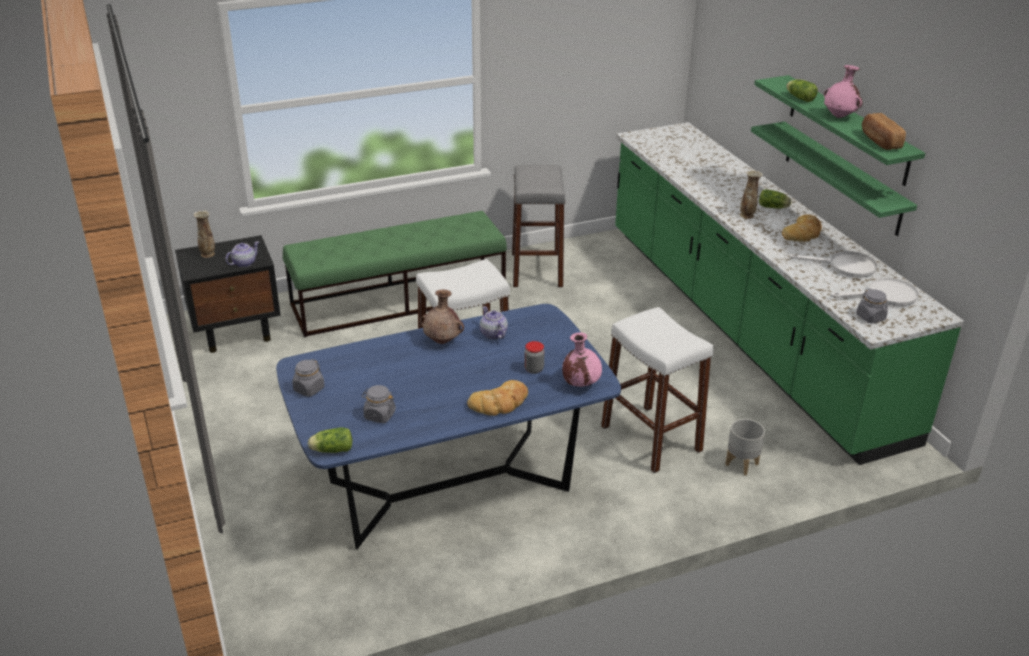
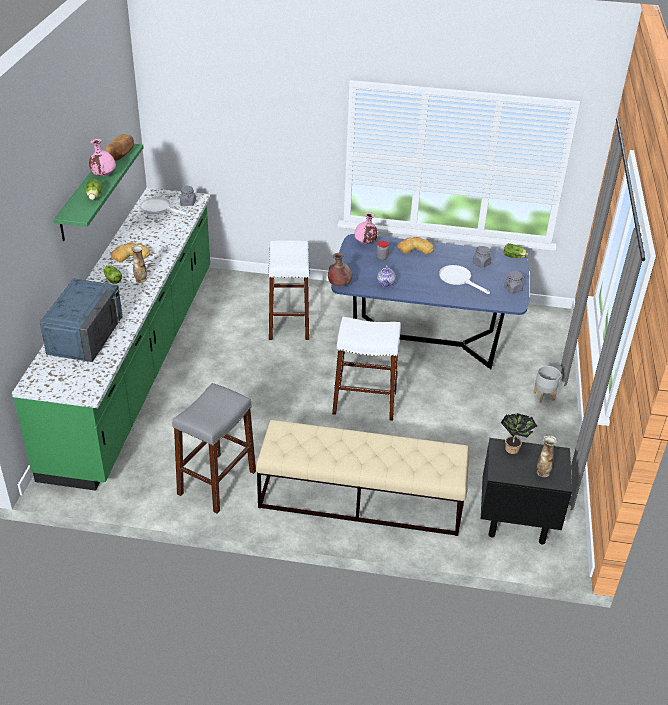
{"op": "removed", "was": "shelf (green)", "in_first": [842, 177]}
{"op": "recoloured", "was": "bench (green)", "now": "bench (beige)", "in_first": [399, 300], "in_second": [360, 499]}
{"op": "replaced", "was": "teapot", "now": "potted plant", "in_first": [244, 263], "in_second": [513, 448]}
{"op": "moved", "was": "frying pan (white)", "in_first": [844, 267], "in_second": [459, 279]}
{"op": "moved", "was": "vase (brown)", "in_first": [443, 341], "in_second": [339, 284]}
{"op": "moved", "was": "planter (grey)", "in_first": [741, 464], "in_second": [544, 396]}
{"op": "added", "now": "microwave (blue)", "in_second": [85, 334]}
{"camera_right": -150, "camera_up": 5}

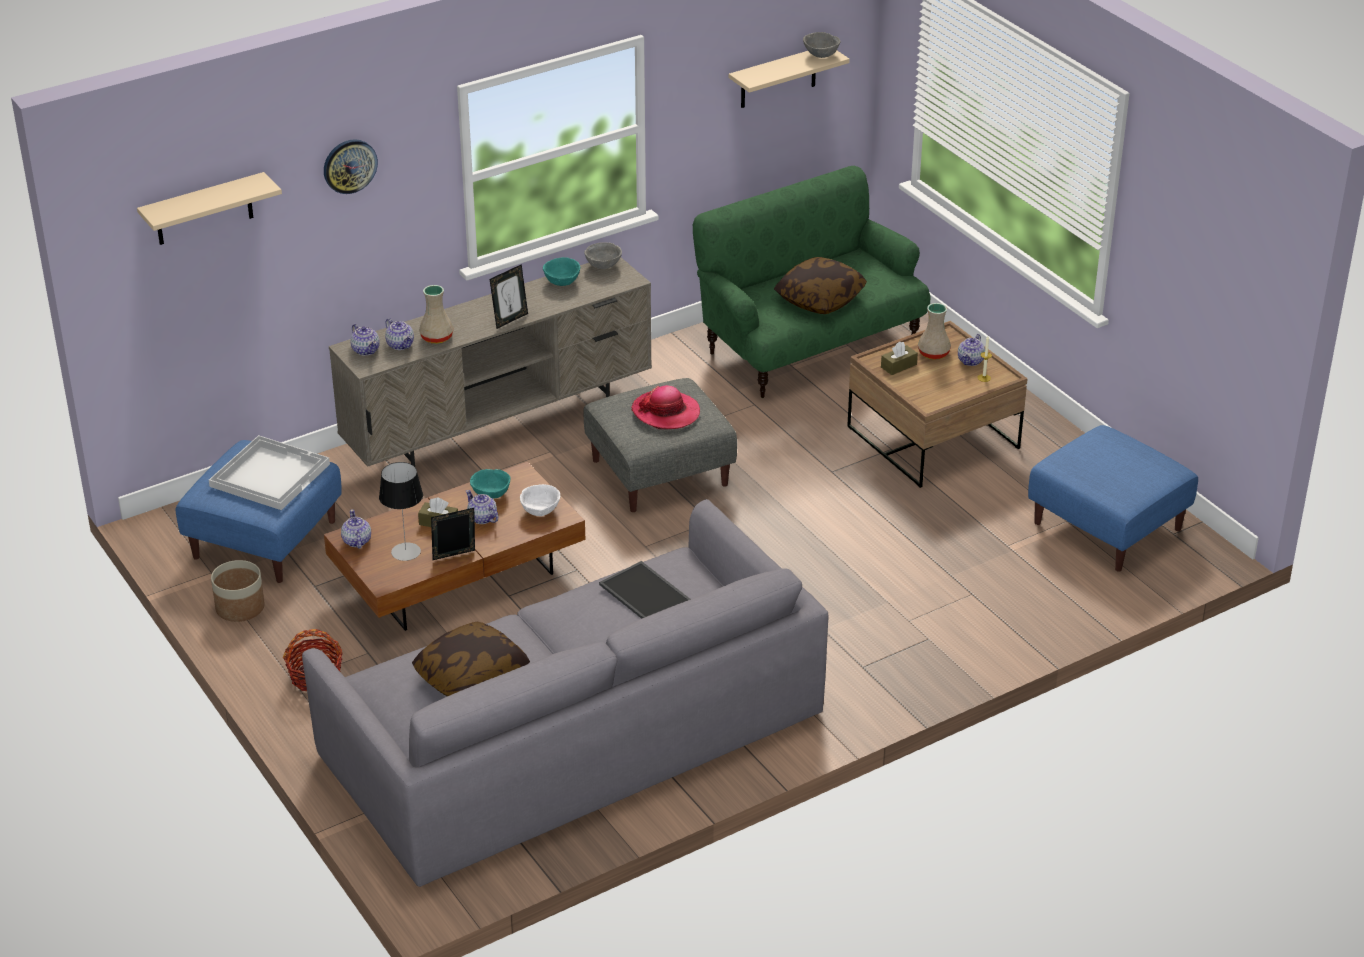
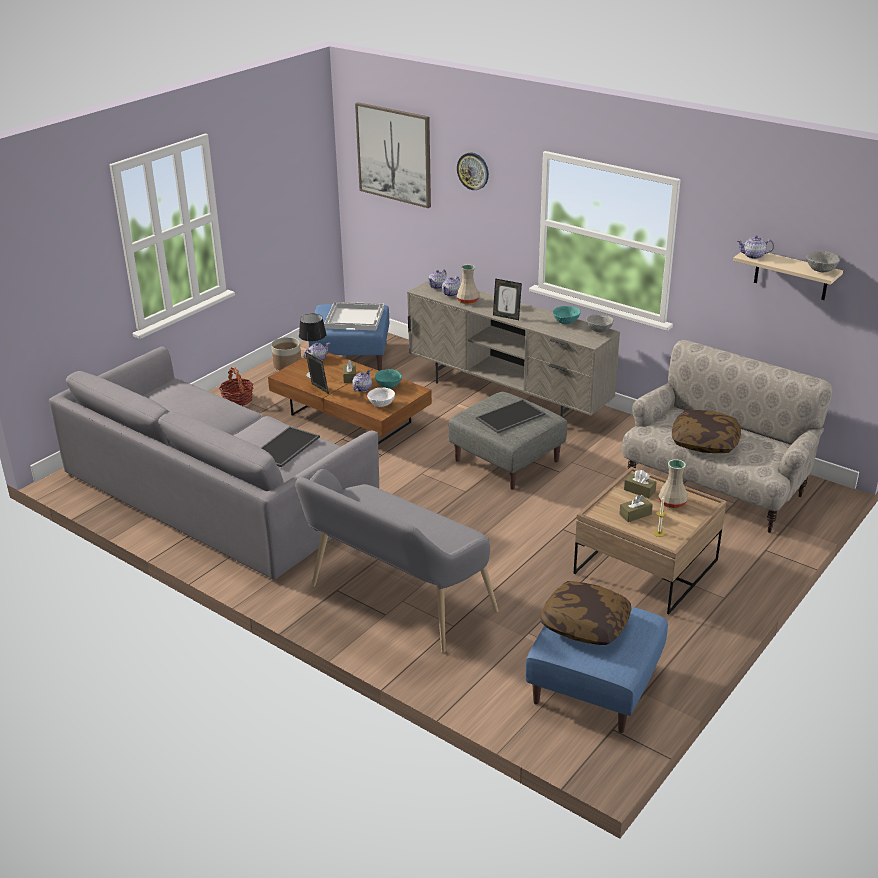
{"op": "recoloured", "was": "sofa (green)", "now": "sofa (beige)", "in_first": [809, 346], "in_second": [716, 486]}
{"op": "replaced", "was": "shelf (beige)", "now": "picture", "in_first": [203, 210], "in_second": [394, 154]}
{"op": "moved", "was": "teapot", "in_first": [971, 361], "in_second": [753, 256]}
{"op": "replaced", "was": "hat", "now": "tray", "in_first": [666, 412], "in_second": [510, 417]}
{"op": "moved", "was": "pillow", "in_first": [471, 677], "in_second": [585, 625]}
{"op": "added", "now": "bench (grey)", "in_second": [394, 601]}
{"op": "added", "now": "tissue box (brown)", "in_second": [635, 514]}
{"camera_right": 70, "camera_up": -5}

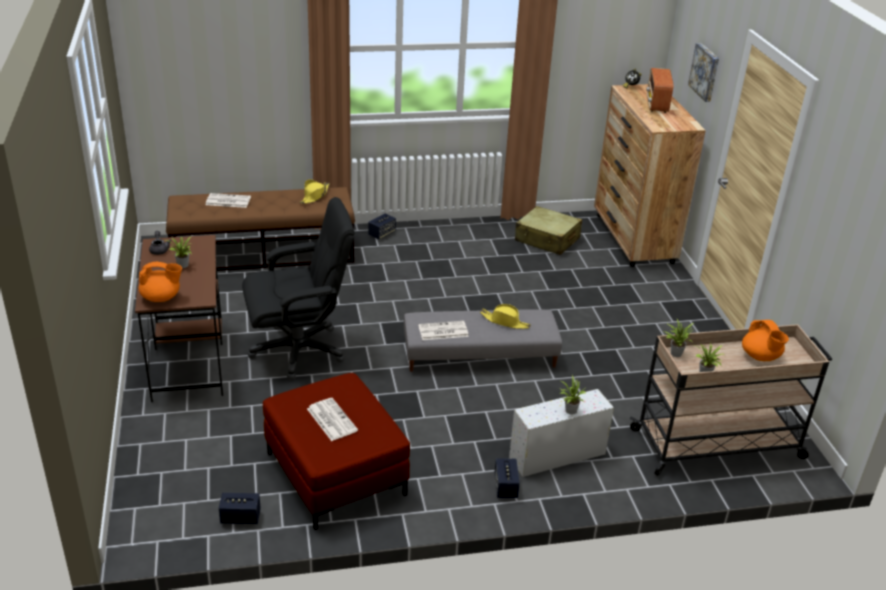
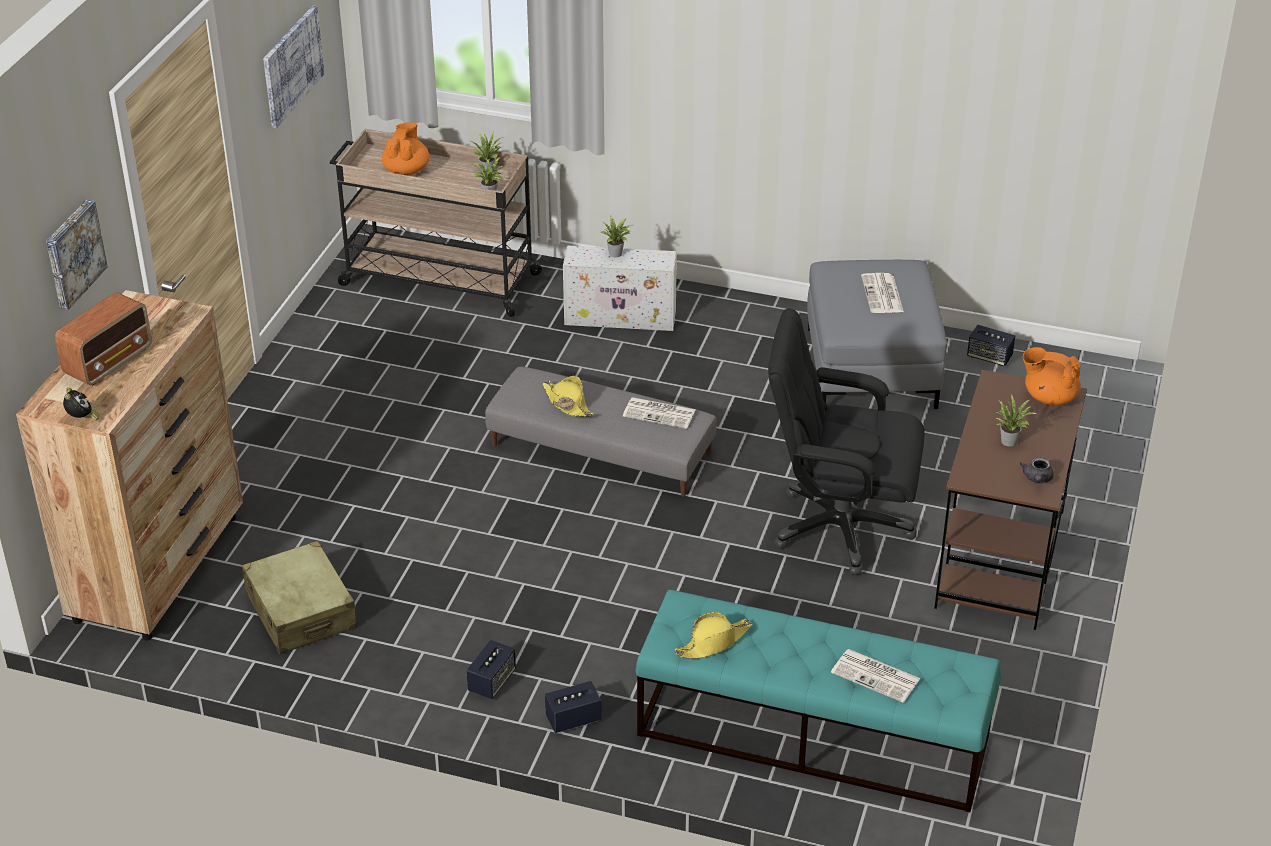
{"op": "recoloured", "was": "bench (brown)", "now": "bench (turquoise)", "in_first": [264, 254], "in_second": [811, 736]}
{"op": "recoloured", "was": "ottoman (red)", "now": "ottoman (grey)", "in_first": [334, 473], "in_second": [872, 368]}
{"op": "moved", "was": "speaker", "in_first": [505, 487], "in_second": [492, 681]}
{"op": "added", "now": "picture", "in_second": [292, 65]}
{"camera_right": -150, "camera_up": 5}

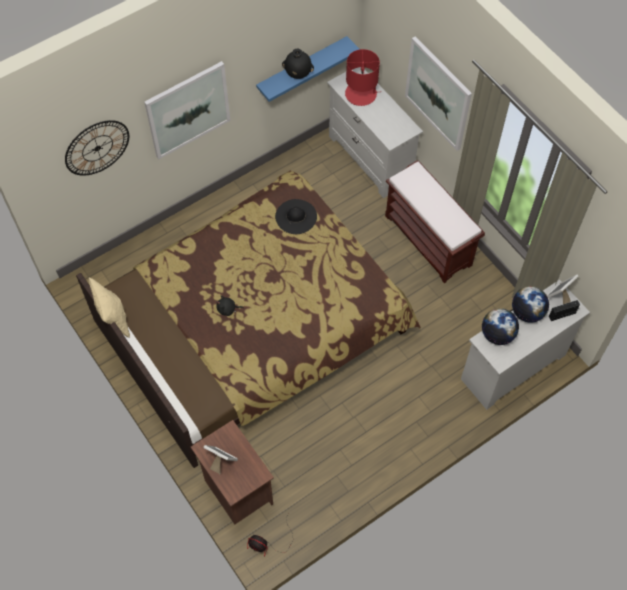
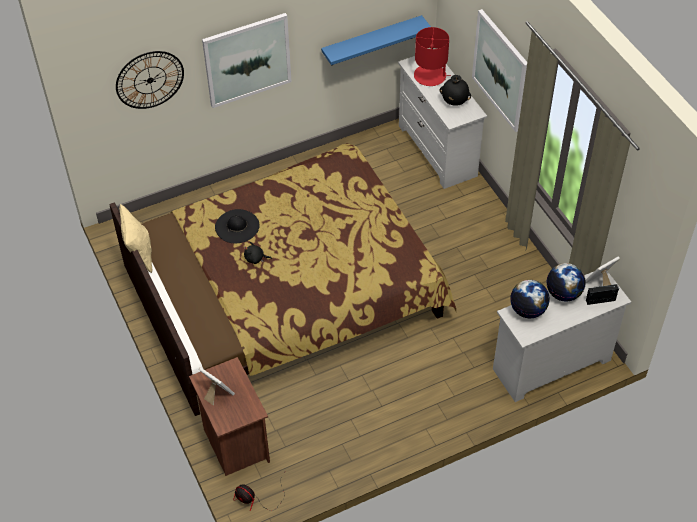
{"op": "moved", "was": "vase (black)", "in_first": [297, 74], "in_second": [454, 102]}
{"op": "removed", "was": "bench (brown)", "in_first": [429, 240]}
{"op": "moved", "was": "hat (black)", "in_first": [296, 216], "in_second": [237, 226]}
{"camera_right": 10, "camera_up": -10}

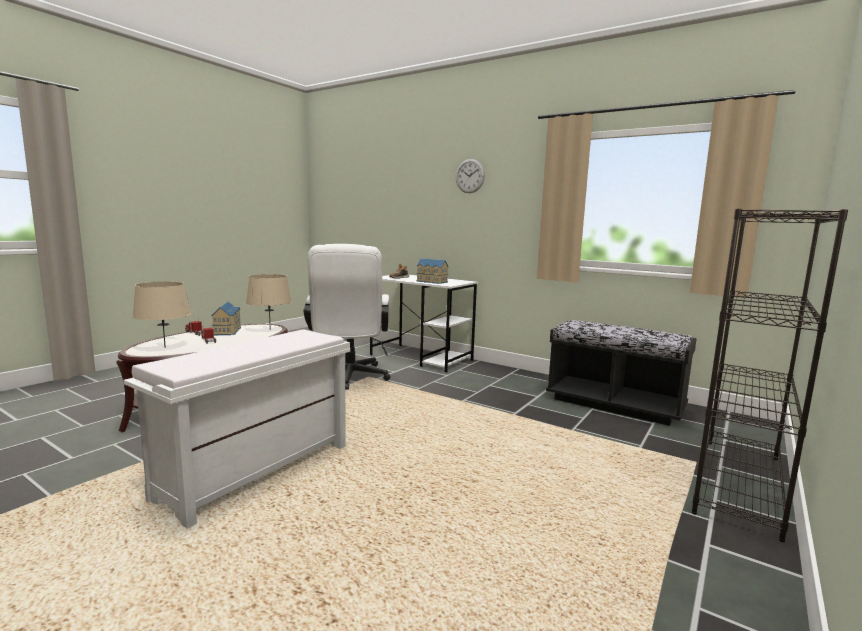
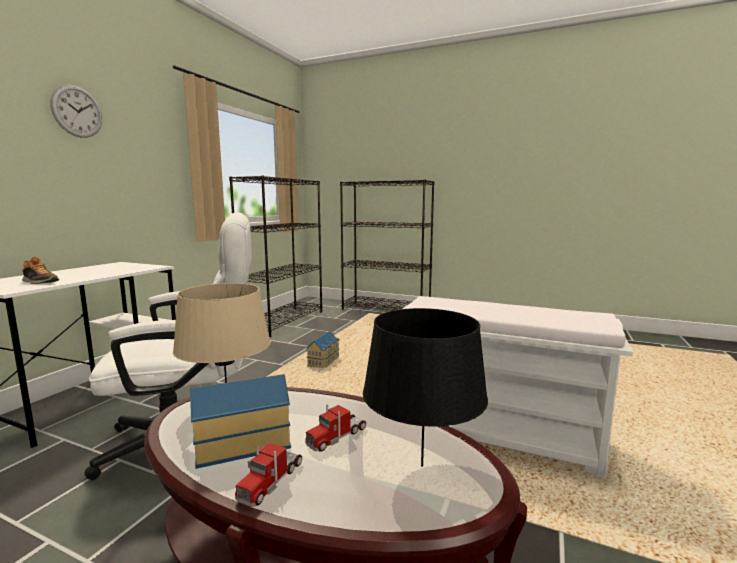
{"op": "moved", "was": "toy house", "in_first": [431, 281], "in_second": [324, 361]}
{"op": "recoloured", "was": "table lamp (beige)", "now": "table lamp (black)", "in_first": [165, 347], "in_second": [421, 466]}
{"op": "replaced", "was": "bench (black)", "now": "bookcase (black)", "in_first": [614, 404], "in_second": [284, 321]}
{"camera_right": -100, "camera_up": 0}

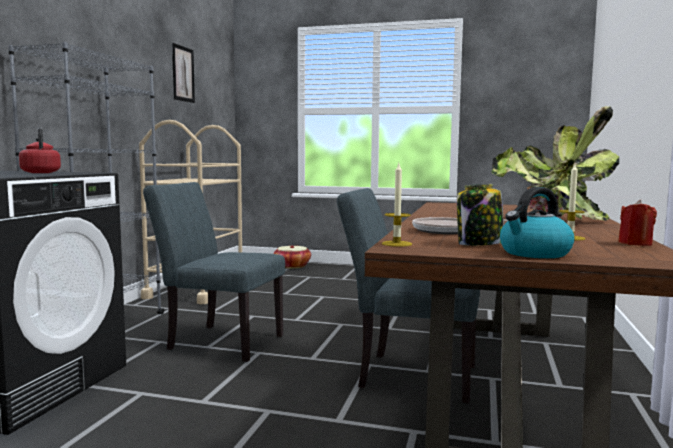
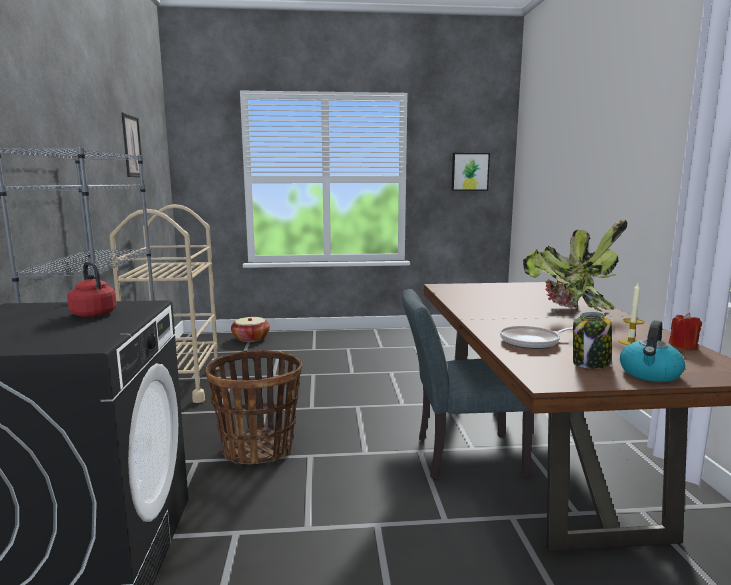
{"op": "removed", "was": "candle", "in_first": [396, 244]}
{"op": "replaced", "was": "chair (grey)", "now": "basket", "in_first": [218, 341], "in_second": [258, 448]}
{"op": "added", "now": "picture", "in_second": [470, 171]}
{"camera_right": -20, "camera_up": 5}

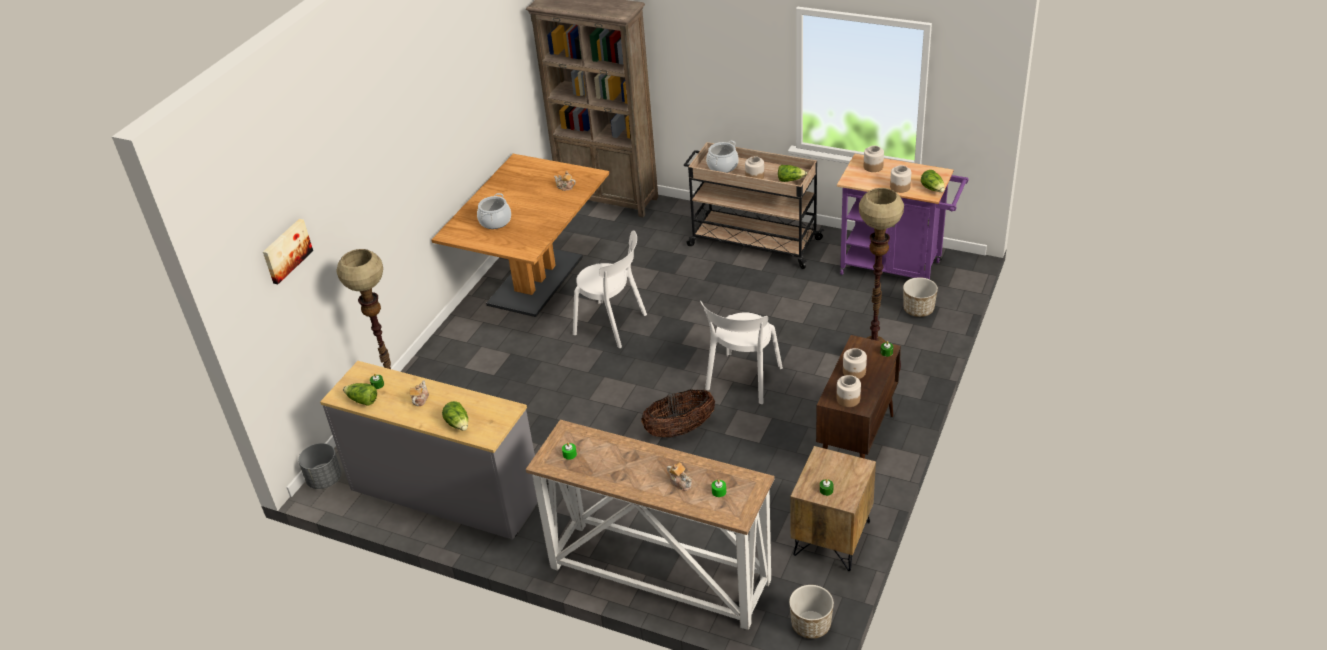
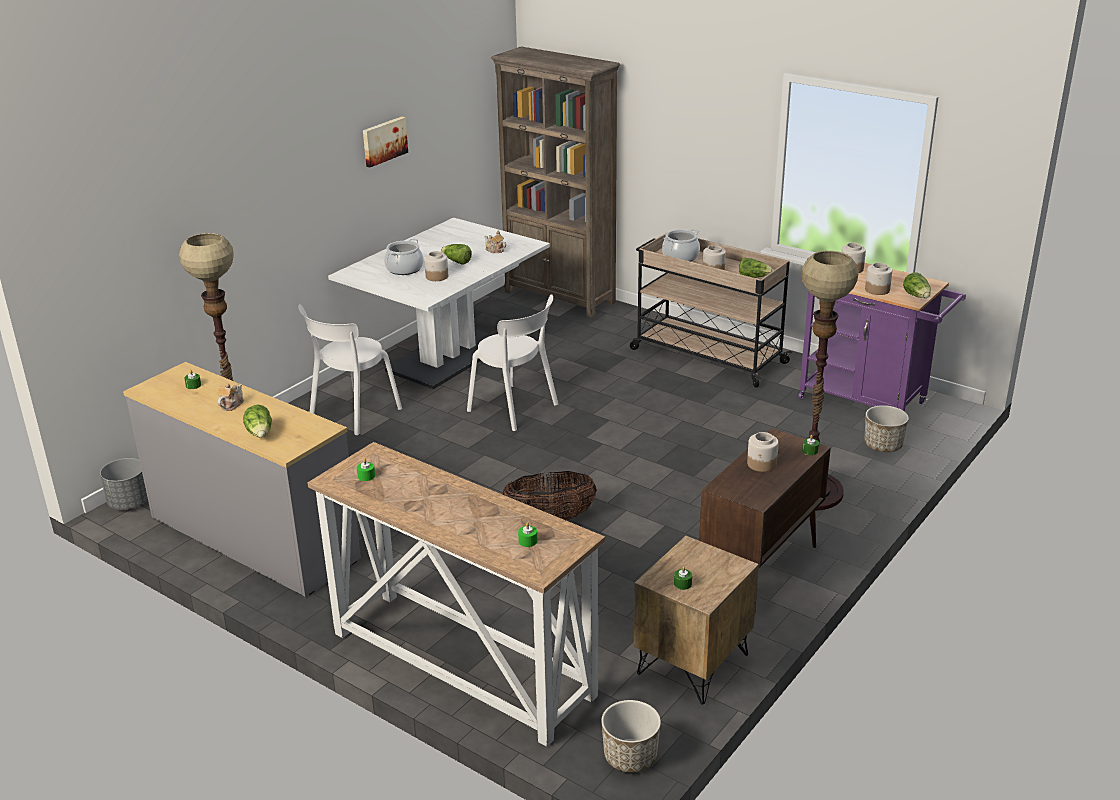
{"op": "recoloured", "was": "dining table (brown)", "now": "dining table (white)", "in_first": [535, 281], "in_second": [448, 357]}
{"op": "moved", "was": "picture", "in_first": [286, 250], "in_second": [384, 141]}
{"op": "moved", "was": "chair (white)", "in_first": [742, 380], "in_second": [352, 413]}
{"op": "moved", "was": "jar", "in_first": [848, 399], "in_second": [436, 276]}
{"op": "moved", "was": "lettuce", "in_first": [362, 400], "in_second": [457, 261]}
{"op": "removed", "was": "teapot", "in_first": [681, 482]}
{"camera_right": 10, "camera_up": -10}

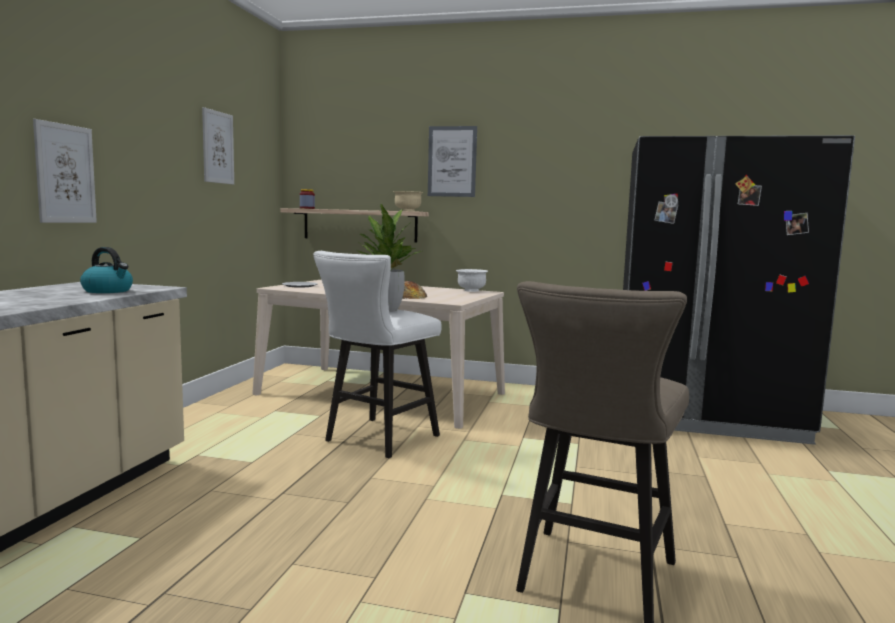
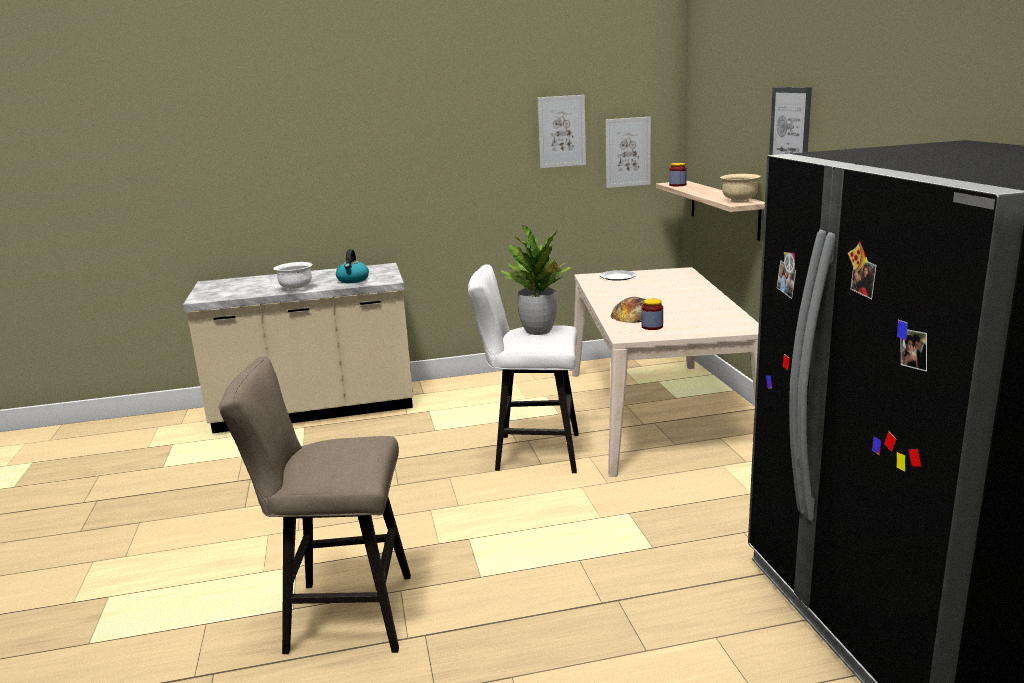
{"op": "moved", "was": "picture", "in_first": [65, 173], "in_second": [627, 152]}
{"op": "moved", "was": "bowl (white)", "in_first": [471, 290], "in_second": [296, 289]}
{"op": "added", "now": "jar", "in_second": [652, 327]}
{"camera_right": 65, "camera_up": 10}

